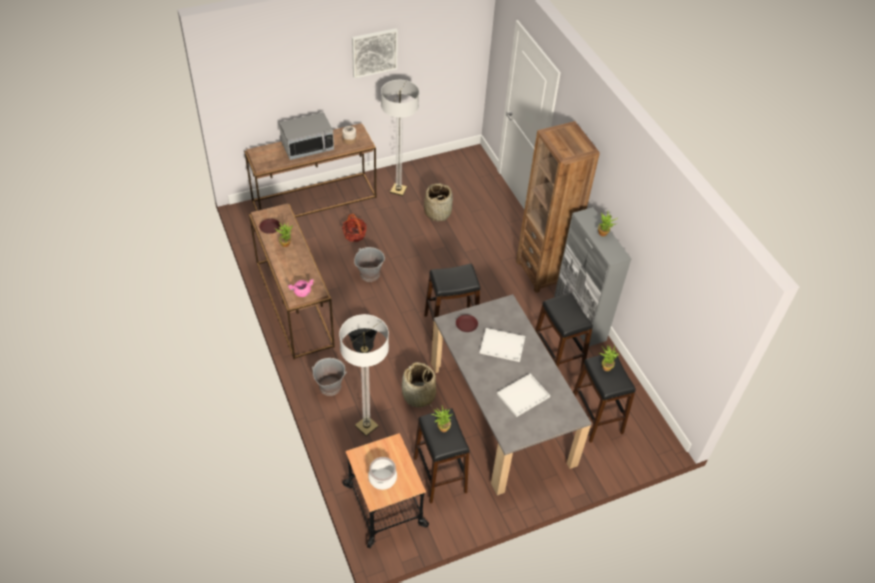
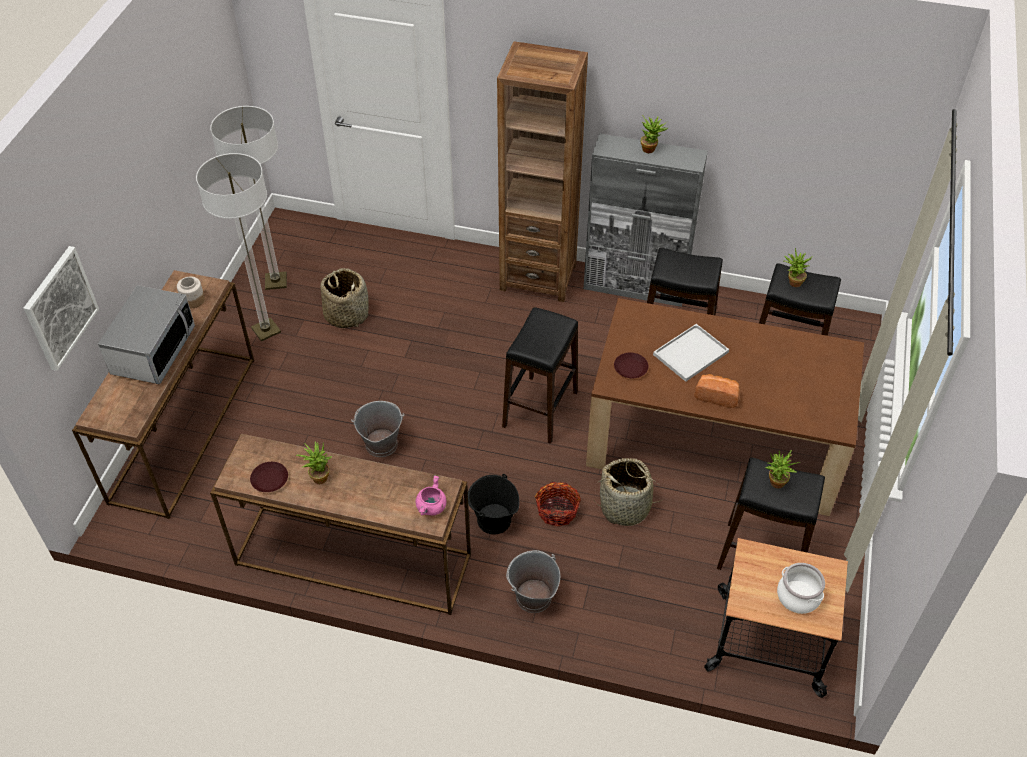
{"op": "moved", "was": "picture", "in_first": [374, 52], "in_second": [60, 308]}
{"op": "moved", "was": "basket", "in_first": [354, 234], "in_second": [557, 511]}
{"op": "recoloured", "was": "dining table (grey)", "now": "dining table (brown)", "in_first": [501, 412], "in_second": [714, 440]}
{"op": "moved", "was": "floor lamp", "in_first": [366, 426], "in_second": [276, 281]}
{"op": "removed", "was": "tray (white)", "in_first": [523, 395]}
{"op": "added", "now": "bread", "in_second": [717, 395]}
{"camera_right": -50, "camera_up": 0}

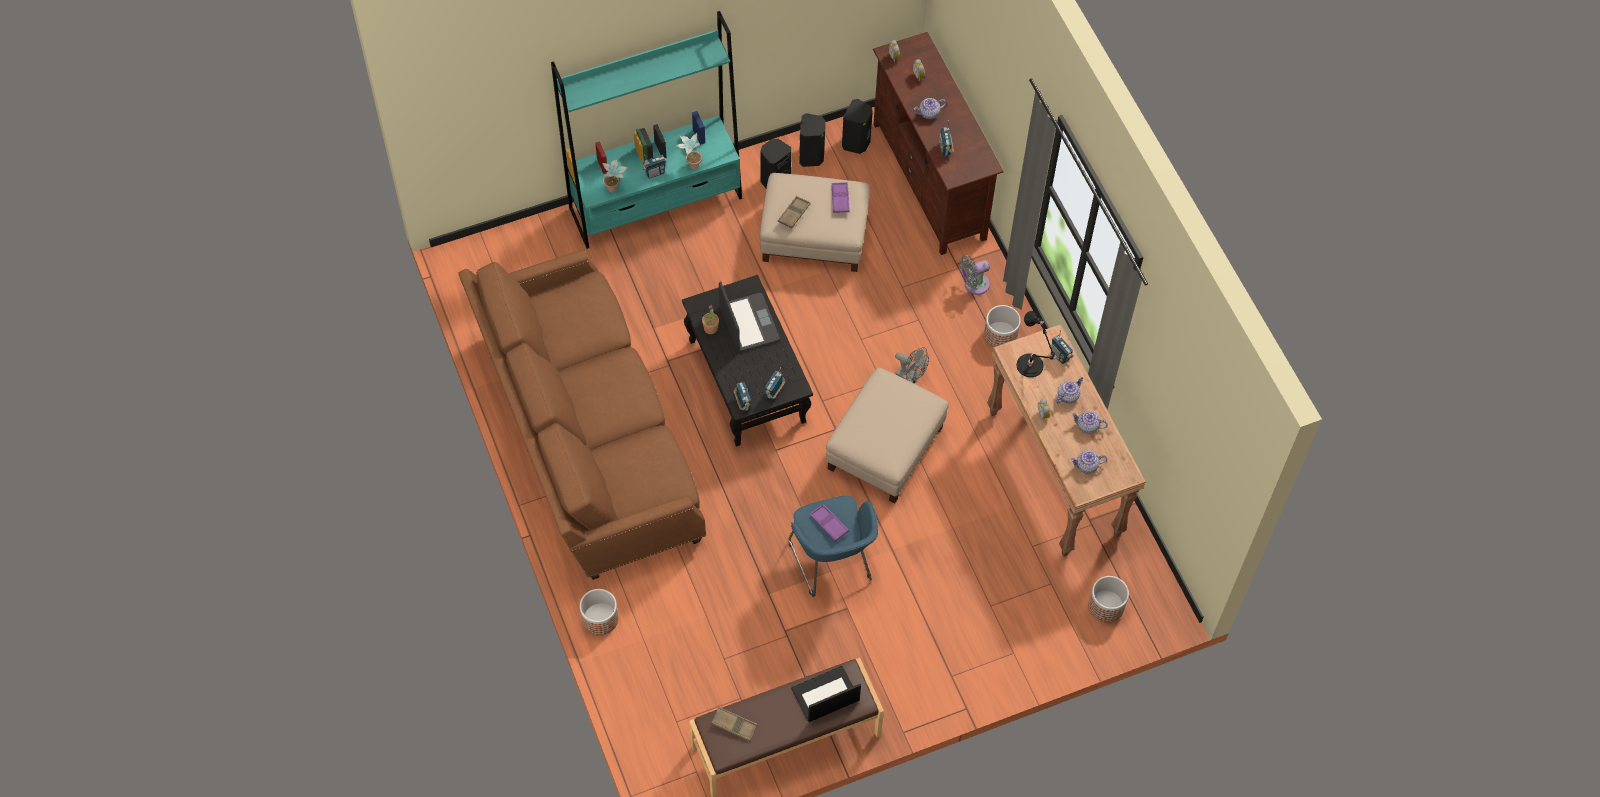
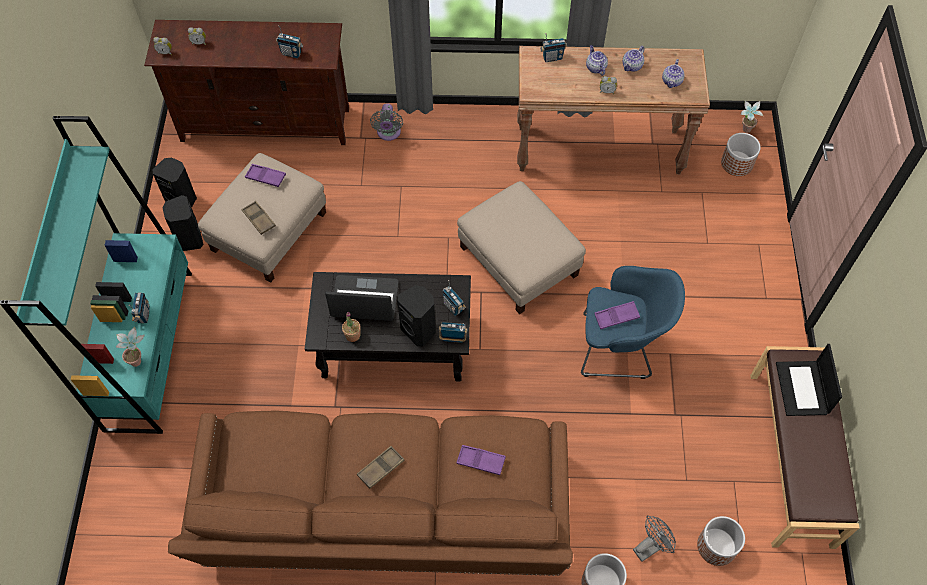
{"op": "removed", "was": "teapot", "in_first": [929, 113]}
{"op": "moved", "was": "speaker (black)", "in_first": [857, 143], "in_second": [419, 330]}
{"op": "moved", "was": "potted plant", "in_first": [691, 164], "in_second": [744, 131]}
{"op": "moved", "was": "planter", "in_first": [1000, 336], "in_second": [717, 546]}
{"op": "removed", "was": "table lamp (black)", "in_first": [1031, 367]}
{"op": "moved", "was": "fan (grey)", "in_first": [911, 377], "in_second": [650, 546]}
{"op": "moved", "was": "tray (brown)", "in_first": [734, 725], "in_second": [380, 468]}
{"op": "added", "now": "tray (purple)", "in_second": [481, 461]}
{"camera_right": -65, "camera_up": 0}

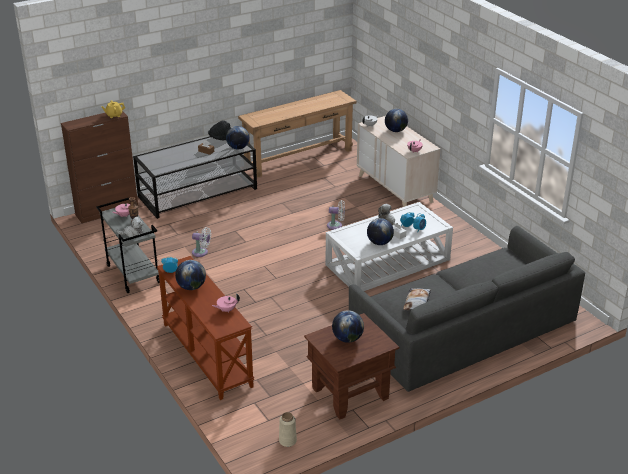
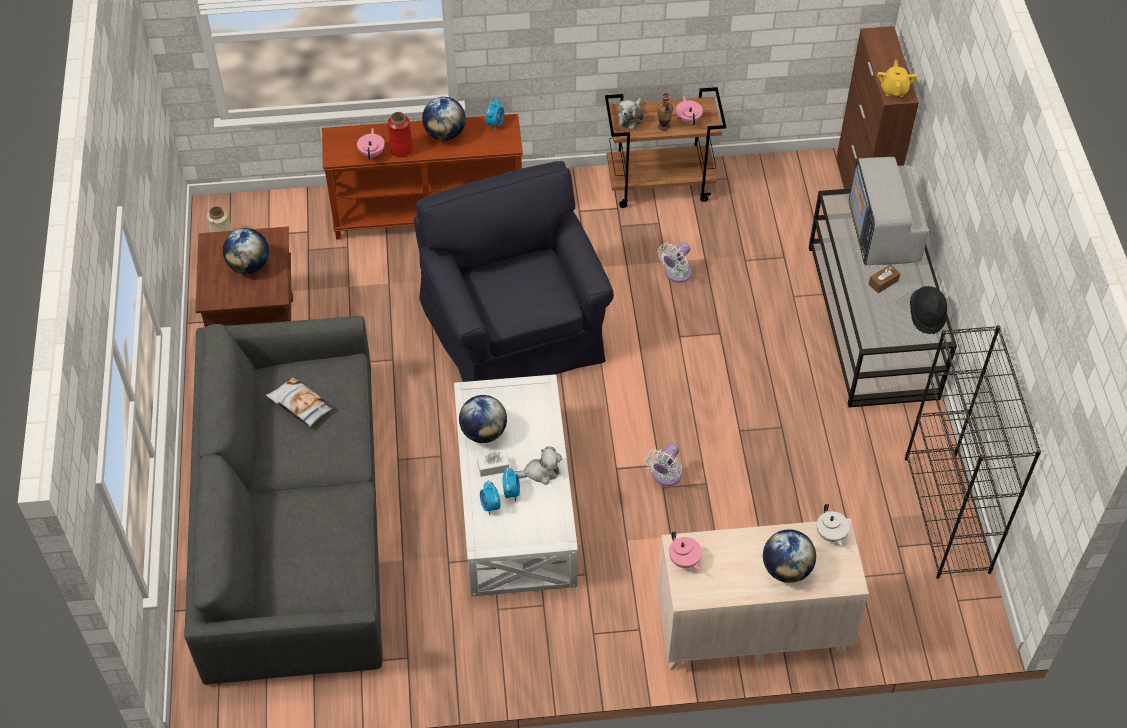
{"op": "replaced", "was": "console table (brown)", "now": "bookcase (black)", "in_first": [298, 158], "in_second": [947, 515]}
{"op": "removed", "was": "globe", "in_first": [238, 148]}
{"op": "recoloured", "was": "cart (grey)", "now": "cart (brown)", "in_first": [132, 274], "in_second": [661, 184]}
{"op": "added", "now": "vase (red)", "in_second": [401, 149]}
{"op": "added", "now": "television", "in_second": [883, 235]}
{"op": "added", "now": "armchair (black)", "in_second": [516, 328]}
{"camera_right": 115, "camera_up": 20}

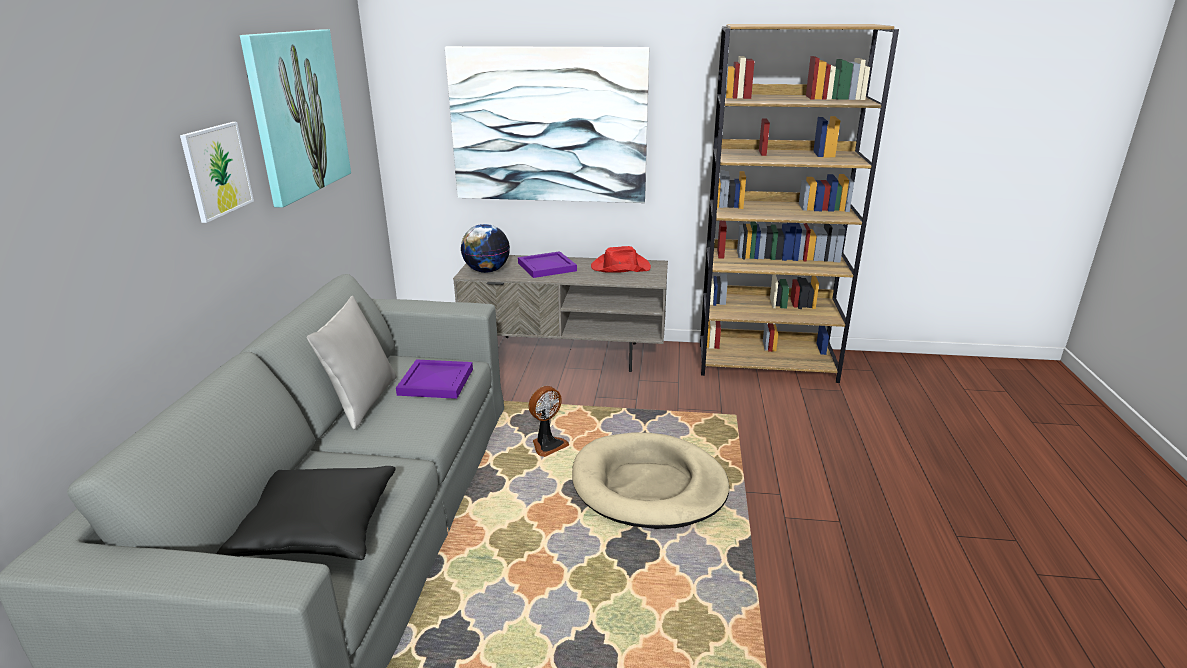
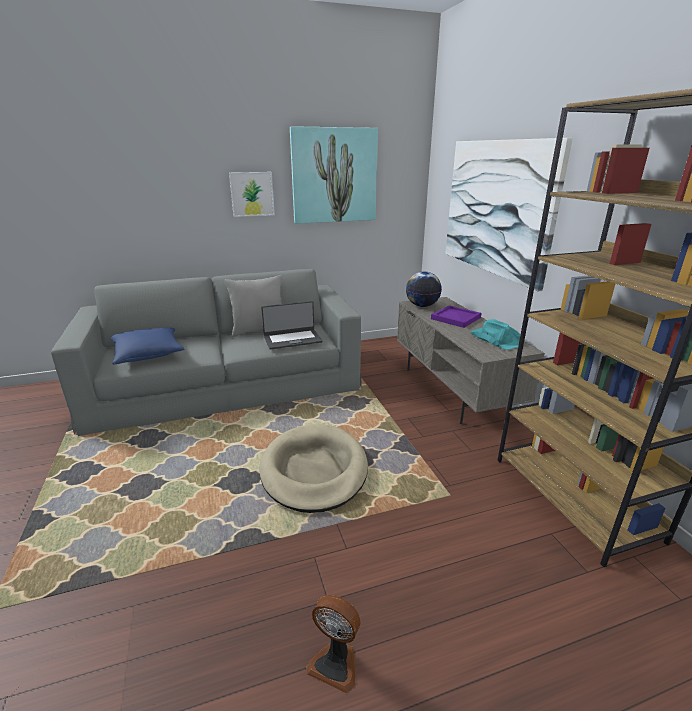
{"op": "recoloured", "was": "hat (red)", "now": "hat (turquoise)", "in_first": [619, 267], "in_second": [495, 339]}
{"op": "replaced", "was": "tray (purple)", "now": "laptop", "in_first": [435, 381], "in_second": [292, 339]}
{"op": "moved", "was": "fan", "in_first": [547, 445], "in_second": [335, 662]}
{"op": "recoloured", "was": "pillow (black)", "now": "pillow (blue)", "in_first": [318, 529], "in_second": [148, 354]}
{"camera_right": 65, "camera_up": 0}

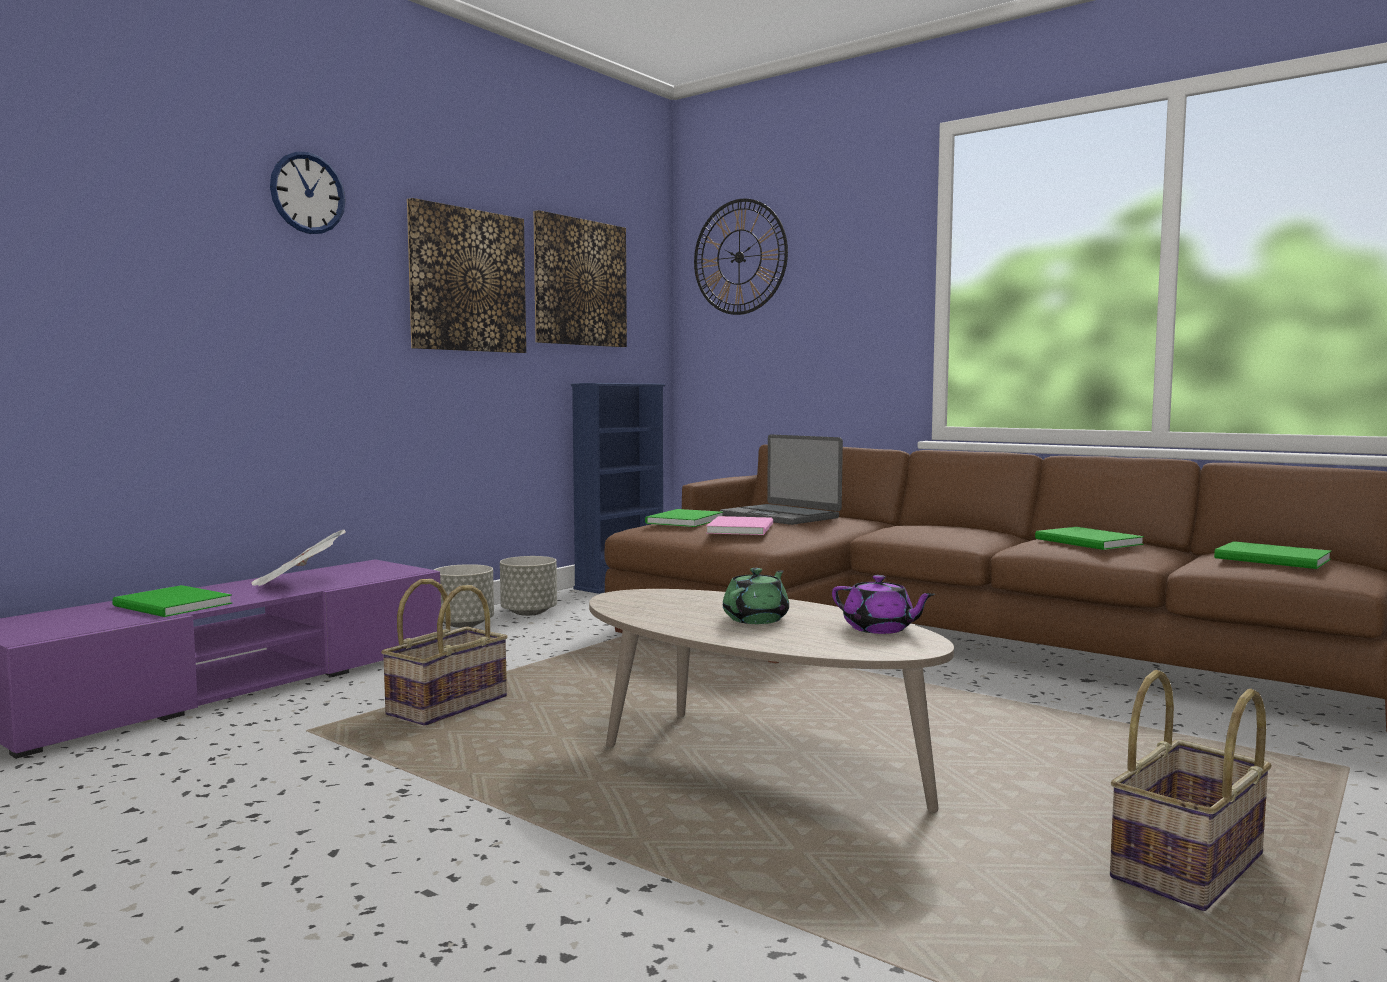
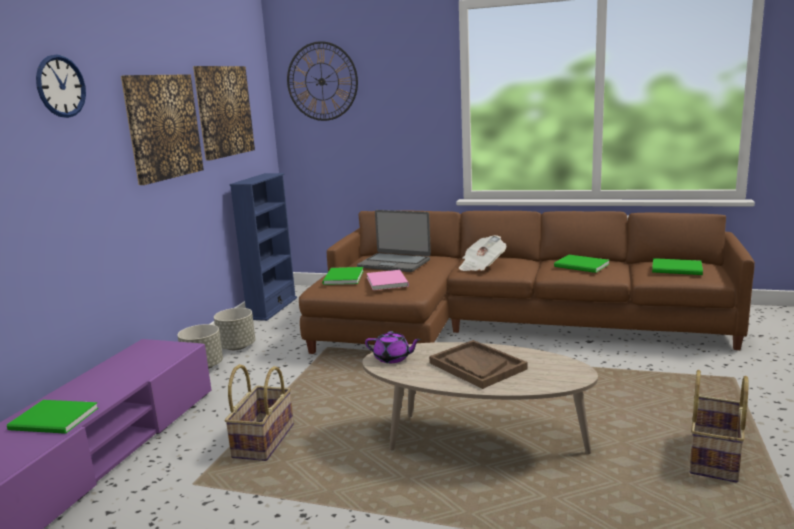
{"op": "moved", "was": "newspaper", "in_first": [297, 583], "in_second": [481, 266]}
{"op": "replaced", "was": "teapot (green)", "now": "tray (brown)", "in_first": [757, 619], "in_second": [477, 366]}
{"op": "moved", "was": "teapot (purple)", "in_first": [879, 629], "in_second": [392, 358]}
{"camera_right": -20, "camera_up": 10}

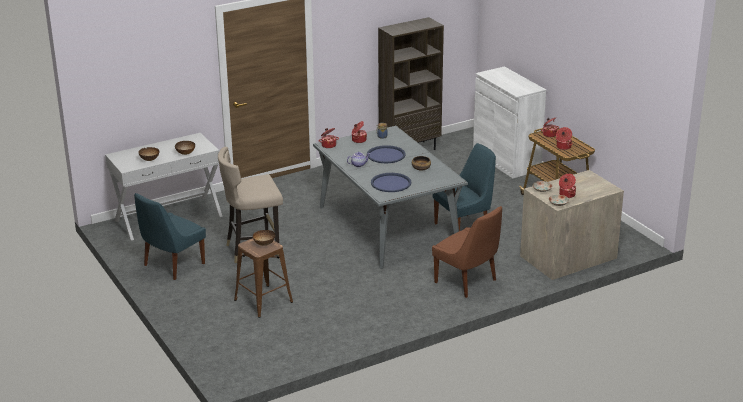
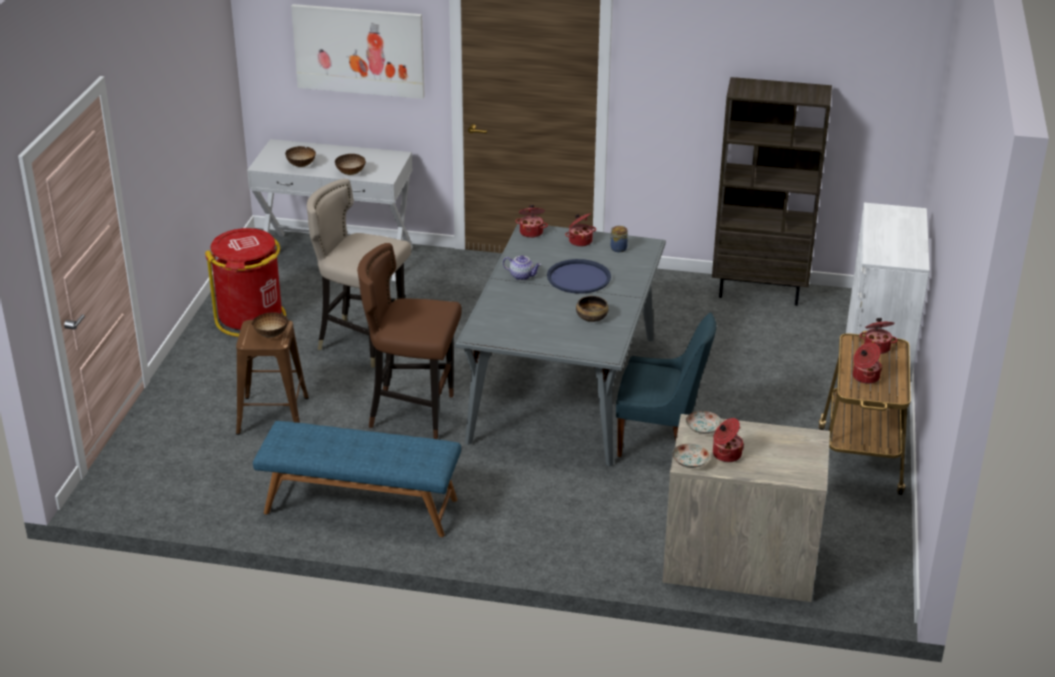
{"op": "removed", "was": "tray (blue)", "in_first": [391, 183]}
{"op": "replaced", "was": "chair (blue)", "now": "trash can (red)", "in_first": [172, 265], "in_second": [251, 319]}
{"op": "removed", "was": "chair (brown)", "in_first": [467, 282]}
{"op": "added", "now": "picture", "in_second": [359, 50]}
{"op": "added", "now": "stool (brown)", "in_second": [413, 413]}
{"op": "added", "now": "bench (blue)", "in_second": [360, 506]}
{"camera_right": 40, "camera_up": 5}

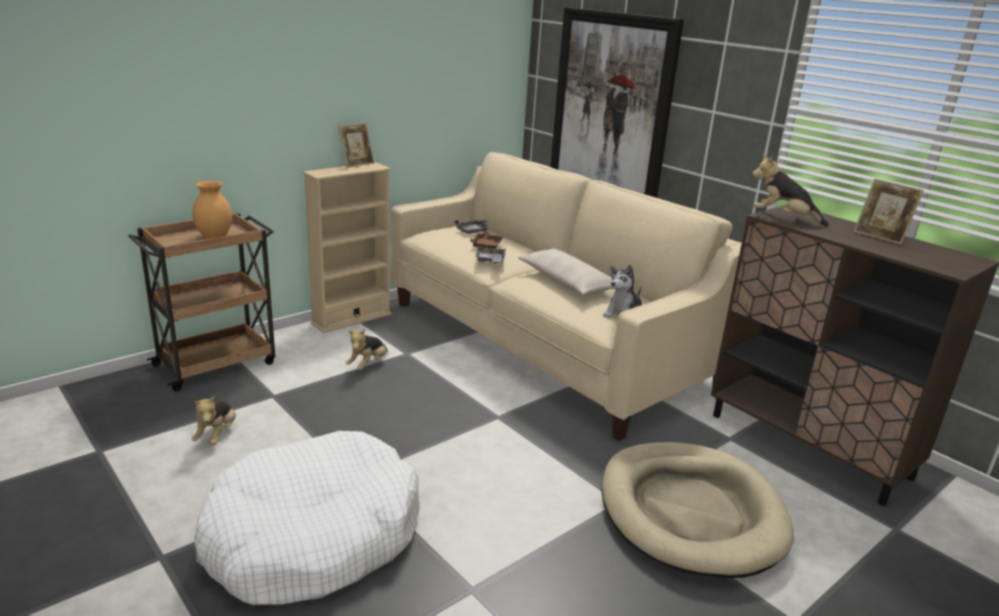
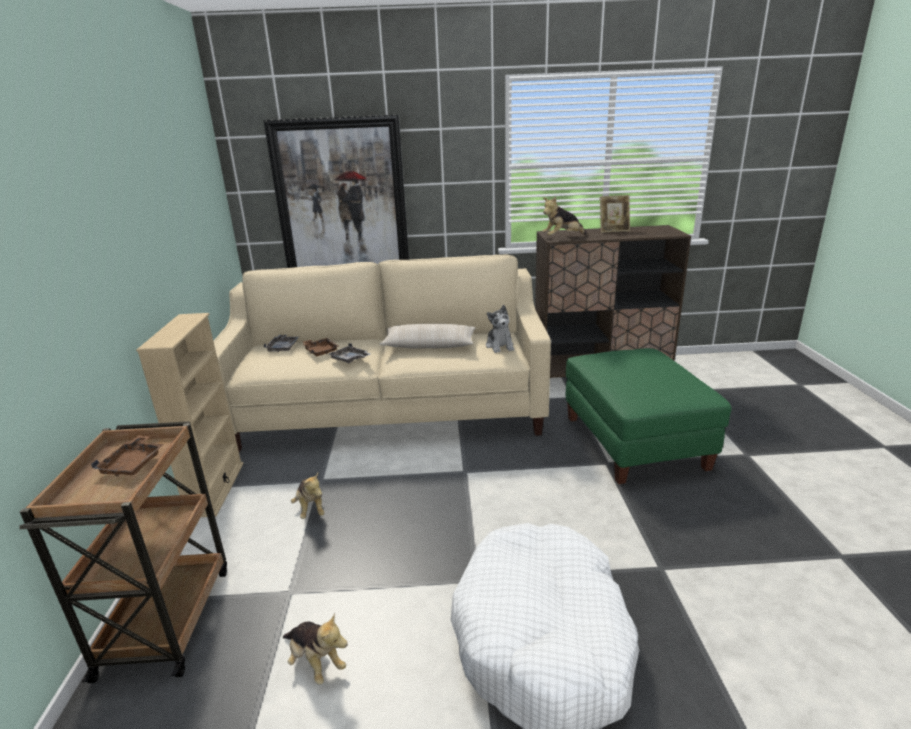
{"op": "removed", "was": "picture frame", "in_first": [357, 164]}
{"op": "replaced", "was": "vase (brown)", "now": "tray (brown)", "in_first": [215, 237], "in_second": [134, 464]}
{"op": "replaced", "was": "dog bed (beige)", "now": "ottoman (green)", "in_first": [690, 512], "in_second": [634, 443]}
{"camera_right": -50, "camera_up": 0}

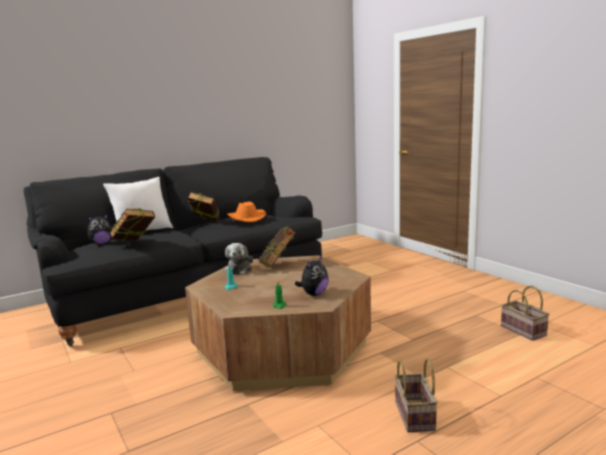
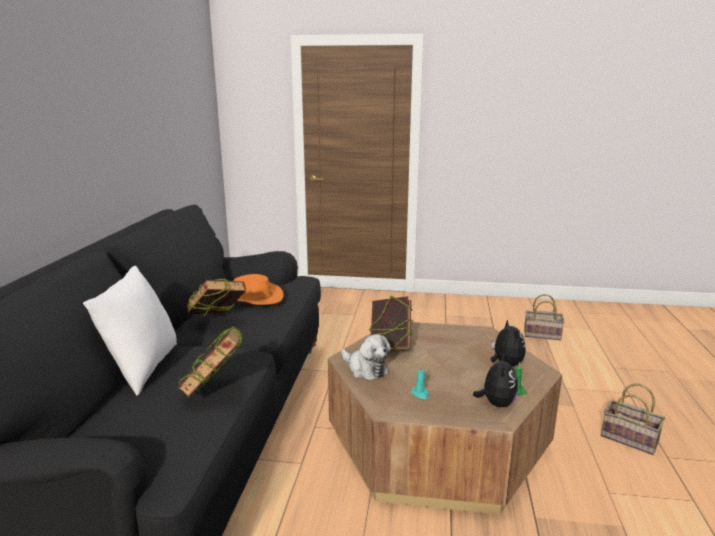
{"op": "moved", "was": "plush toy", "in_first": [101, 243], "in_second": [496, 403]}
{"camera_right": -50, "camera_up": 5}

